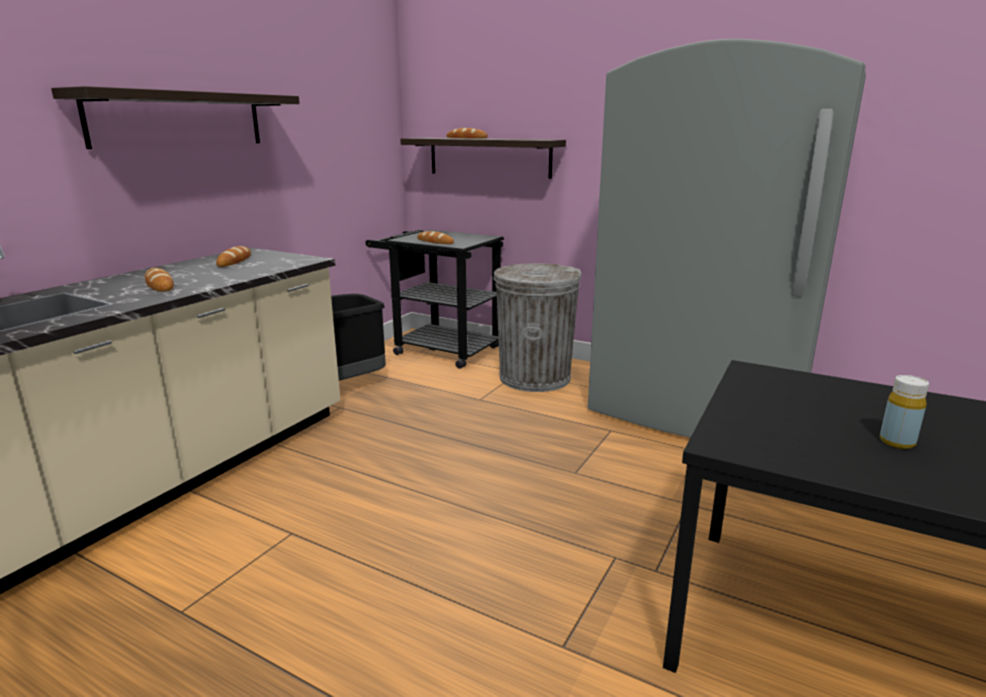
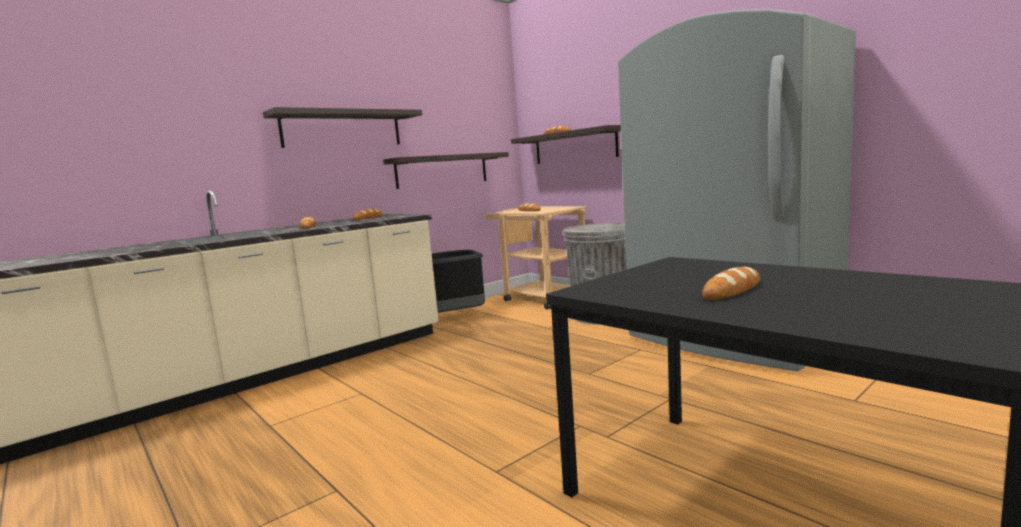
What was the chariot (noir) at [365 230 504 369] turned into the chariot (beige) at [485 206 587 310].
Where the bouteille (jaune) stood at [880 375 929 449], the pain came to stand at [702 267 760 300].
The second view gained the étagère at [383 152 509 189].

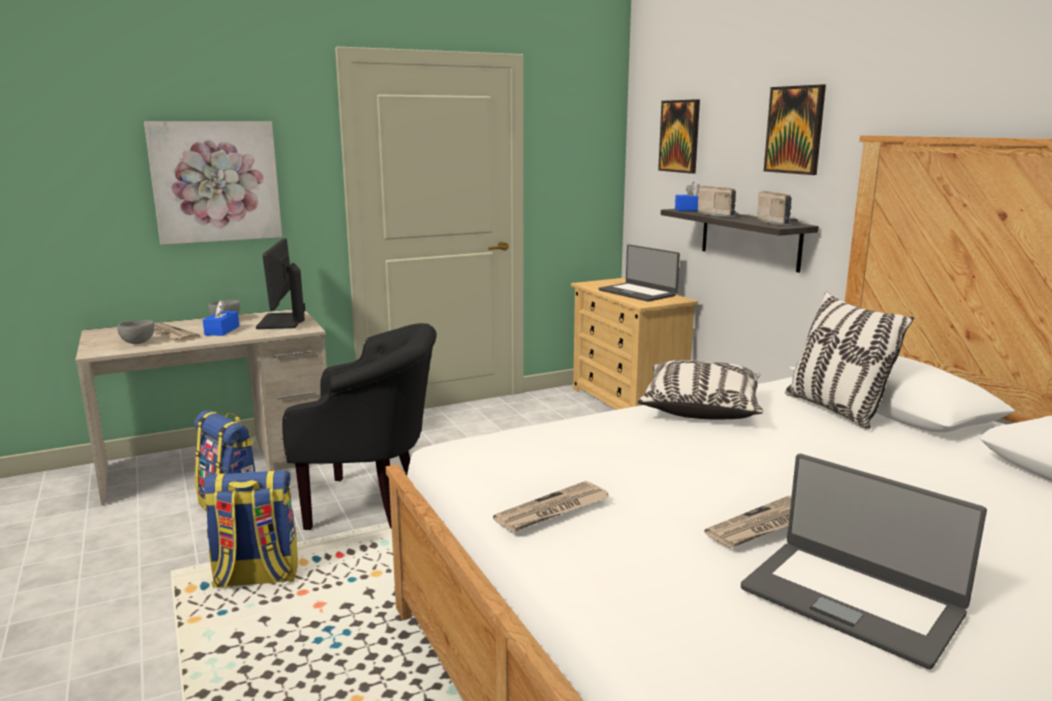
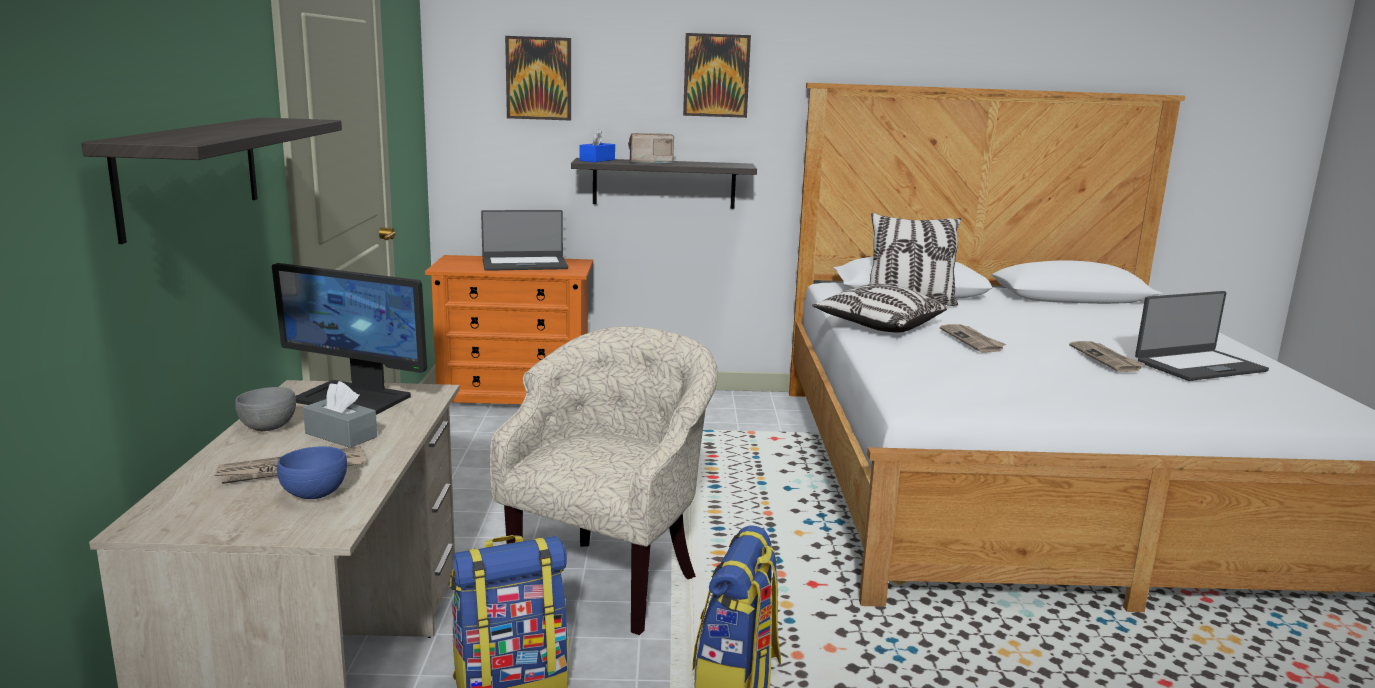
Where the tableau hung at [144 121 282 245], the étagère came to hang at [81 117 342 244].
The second view lost the radio at [757 191 802 225].
What was the commode (beige) at [571 278 698 410] turned into the commode (orange) at [425 255 593 404].
What was the boîte à mouchoirs (bleu) at [203 300 239 336] turned into the boîte à mouchoirs (gris) at [303 381 377 448].
What was the bol (gris) at [117 320 154 344] turned into the bol (bleu) at [277 447 347 499].
What was the fauteuil (noir) at [282 323 437 530] turned into the fauteuil (beige) at [490 326 718 635].
The journal ended up elsewhere, having gone from [493 481 609 533] to [940 324 1006 352].

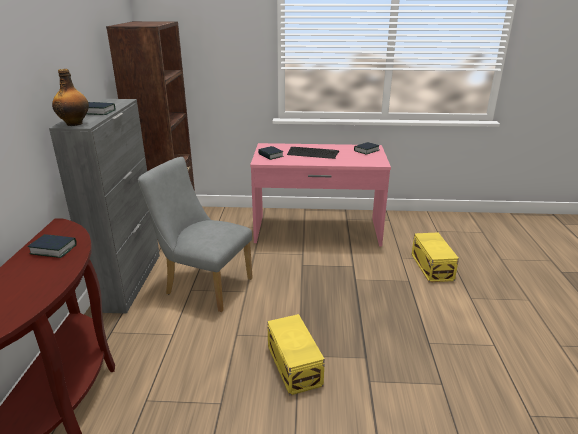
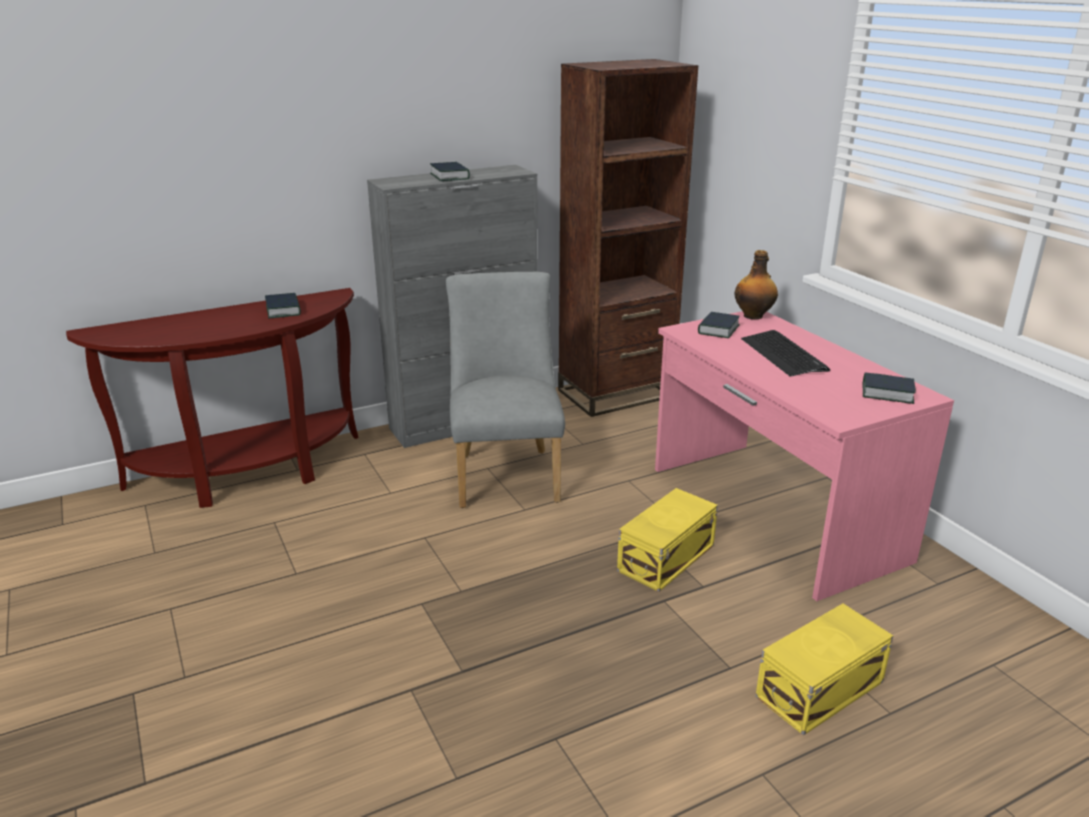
The bouteille ended up elsewhere, having gone from [52 69 89 126] to [735 250 778 320].
The boîte de rangement (jaune) ended up elsewhere, having gone from [267 314 325 396] to [617 488 718 592].

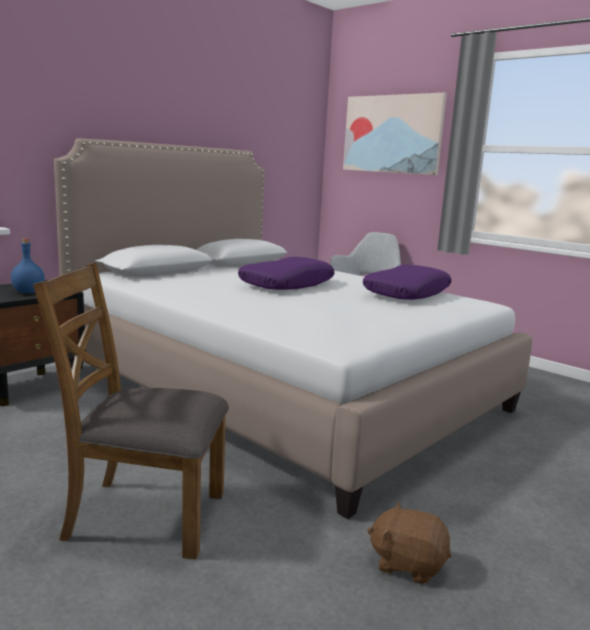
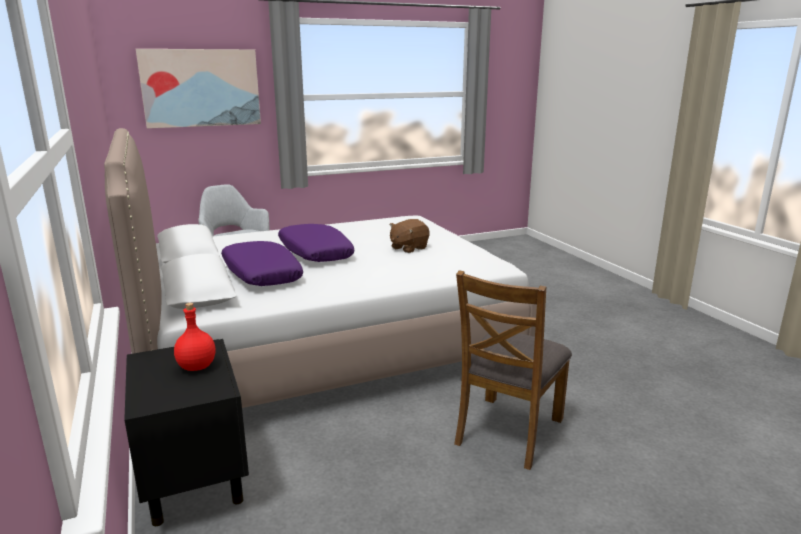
What was the bouteille (bleu) at [11 239 45 293] turned into the bouteille (rouge) at [174 303 216 371].
The coussin (violet) ended up elsewhere, having gone from [363 265 451 300] to [221 241 303 286].
The peluche (marron) ended up elsewhere, having gone from [367 502 451 584] to [389 219 430 253].

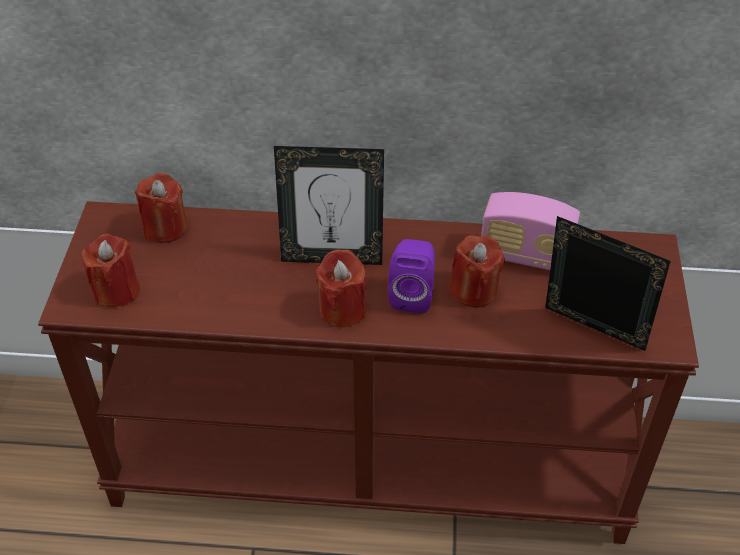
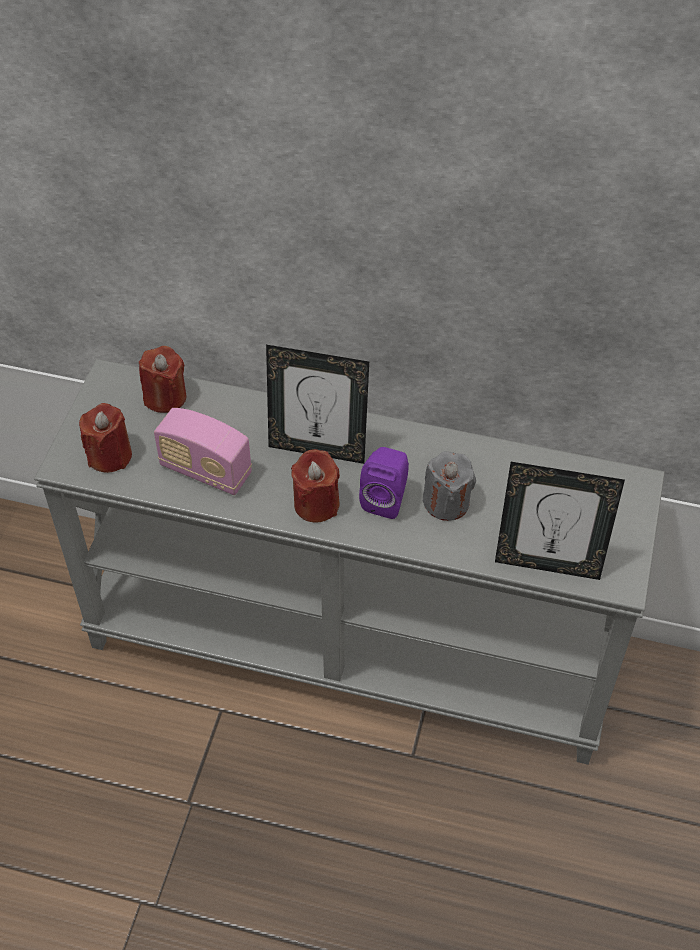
The radio ended up elsewhere, having gone from [481 192 580 270] to [154 408 252 495].
What was the table console (marron) at [38 201 699 544] turned into the table console (gris) at [34 359 665 765].
The cadre photo at [545 216 671 351] ended up facing another way, 150 degrees clockwise from before.
What was the bougie (rouge) at [449 235 505 308] turned into the bougie (gris) at [422 451 476 521].

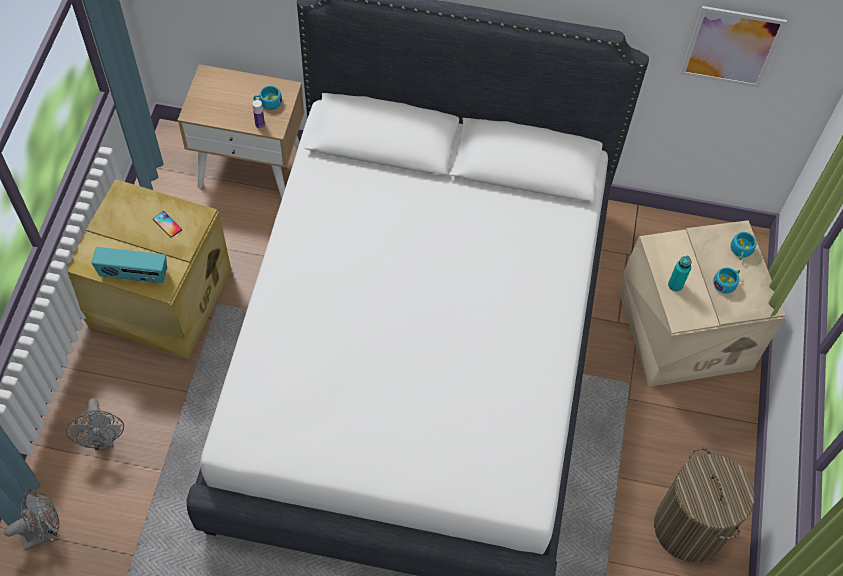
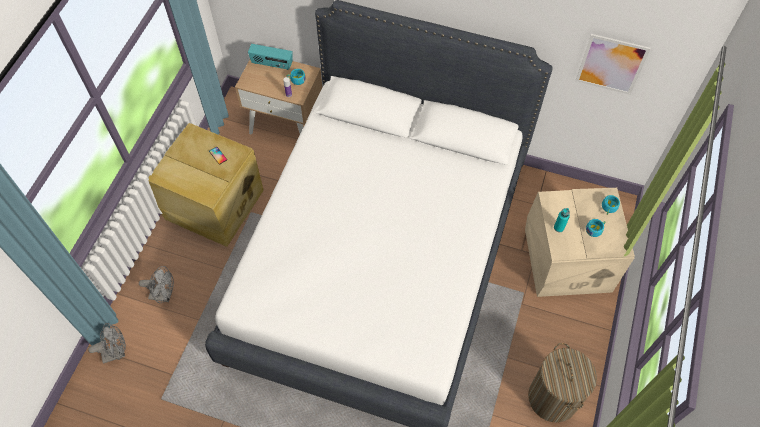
The radio ended up elsewhere, having gone from [92 247 167 283] to [248 44 293 70].
The ventilateur (gris) at [66 398 124 451] ended up facing another way, 75 degrees counterclockwise from before.

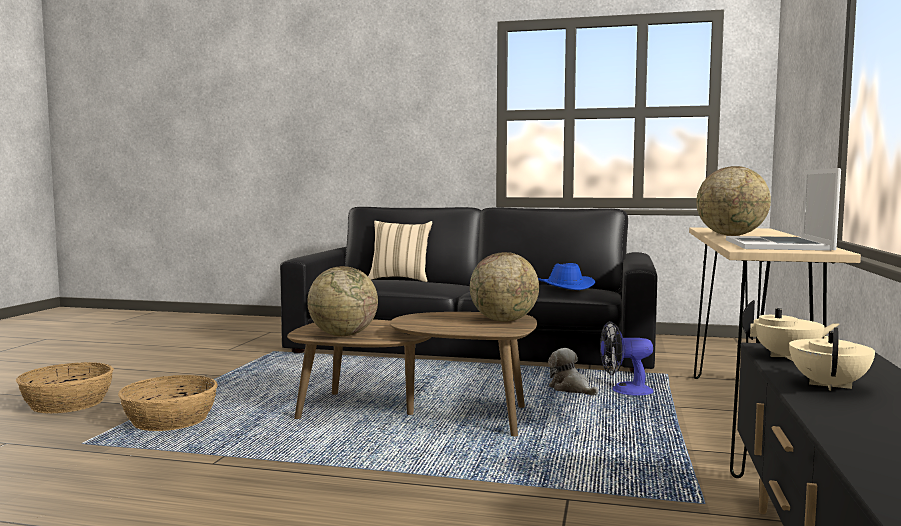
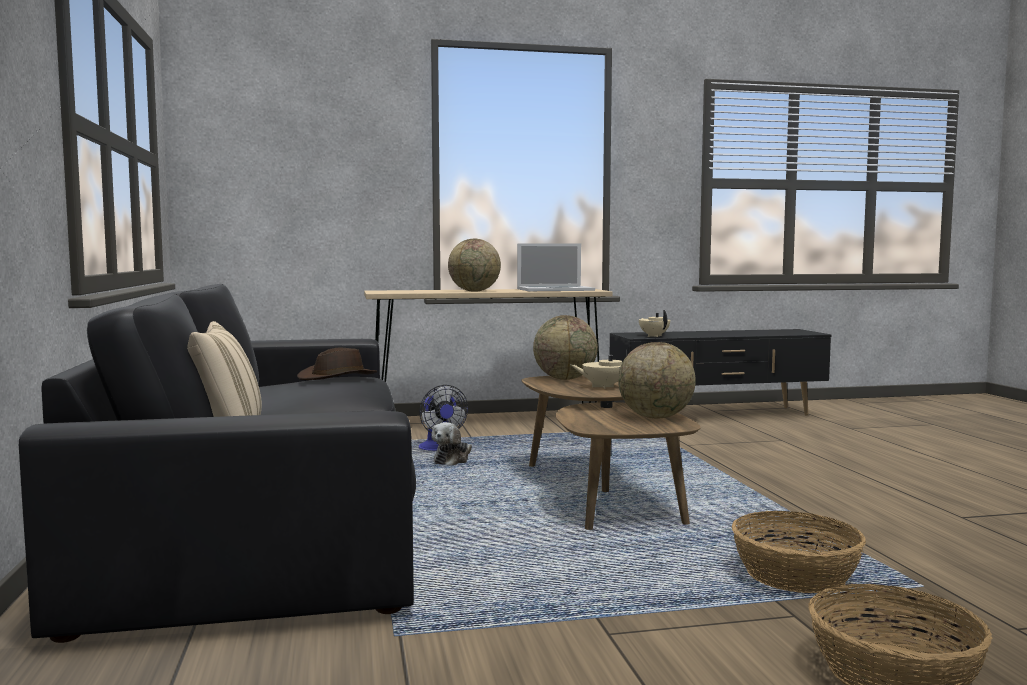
What was the chapeau (bleu) at [538 263 595 290] turned into the chapeau (marron) at [297 348 377 380].
The théière (beige) ended up elsewhere, having gone from [789 328 875 391] to [571 350 630 389].

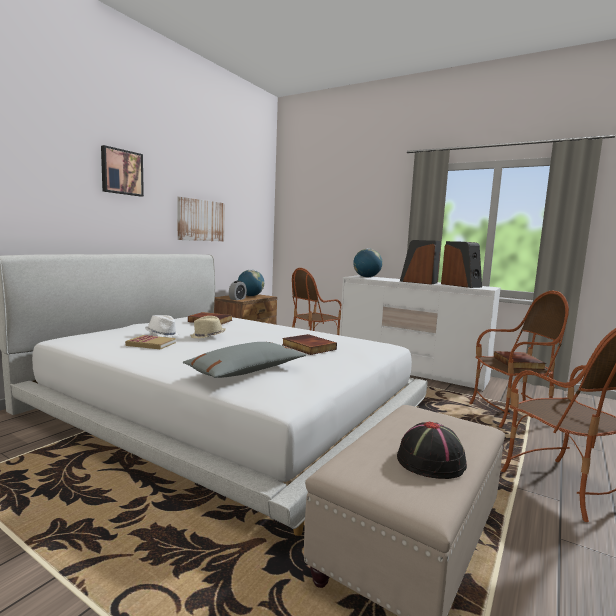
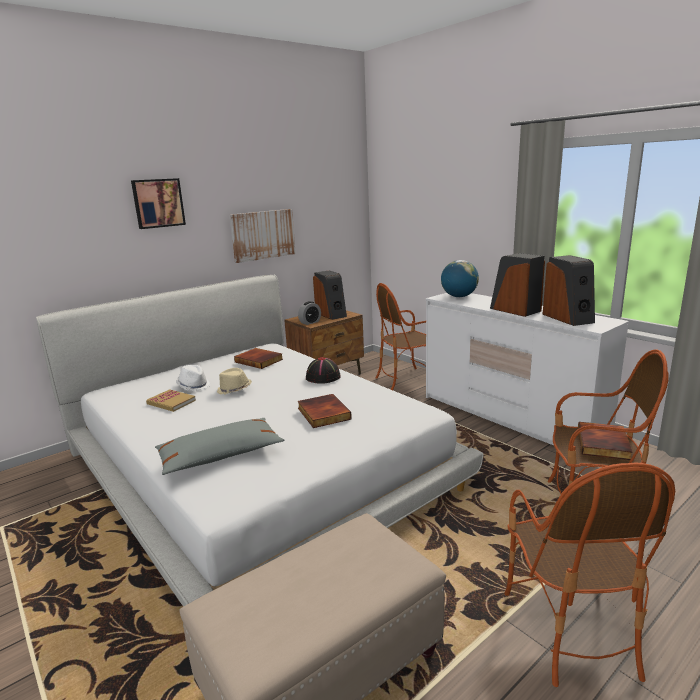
Where the globe stood at [238 270 264 296], the enceinte came to stand at [313 271 347 320].
The chapeau (noir) ended up elsewhere, having gone from [397 421 467 479] to [306 357 341 384].

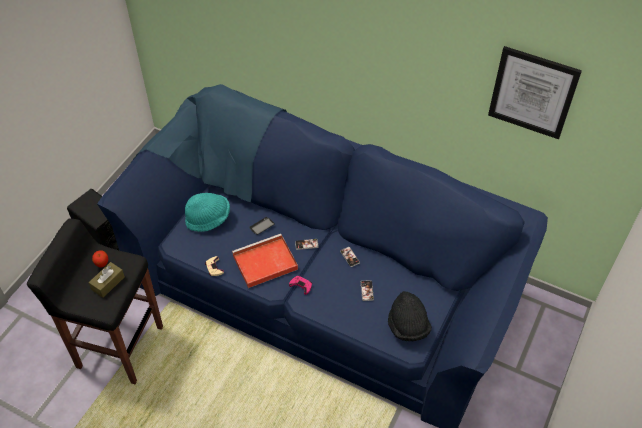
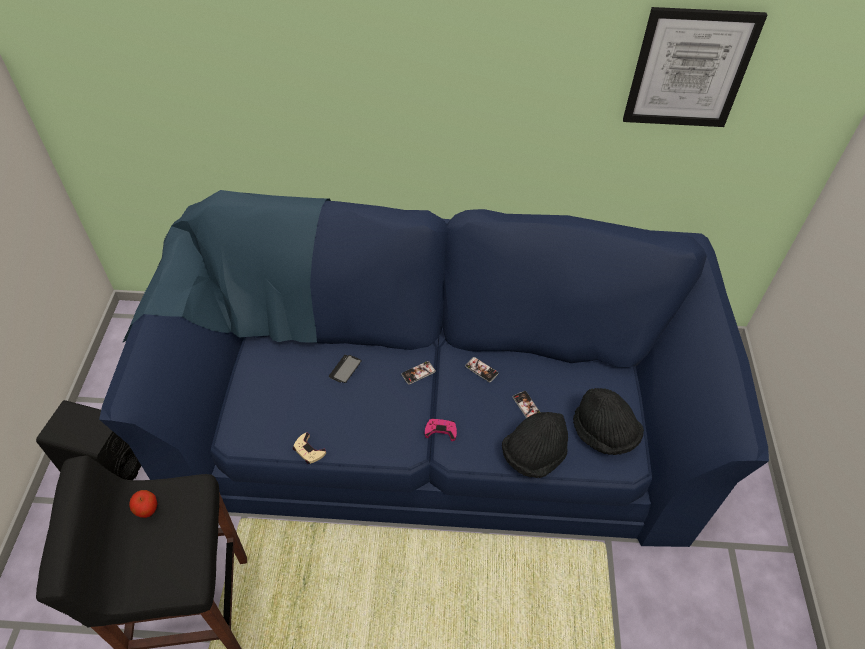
The second view lost the chapeau (turquoise) at [185 193 230 232].
The second view lost the plateau (rouge) at [232 234 298 288].
The second view lost the boîte à mouchoirs (marron) at [89 262 125 298].
The second view gained the chapeau (noir) at [502 412 568 478].

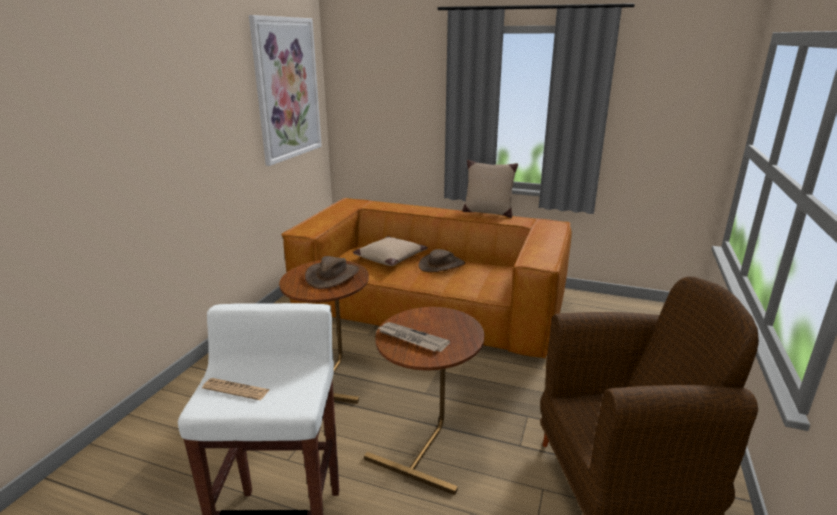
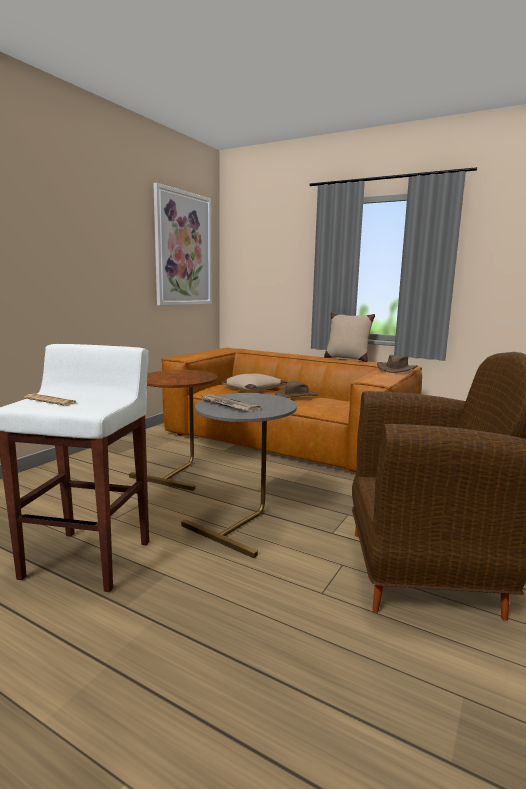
The chapeau (marron) ended up elsewhere, having gone from [305 256 359 289] to [377 355 418 373].
What was the table d'appoint (marron) at [364 307 484 495] turned into the table d'appoint (gris) at [181 393 297 558].

